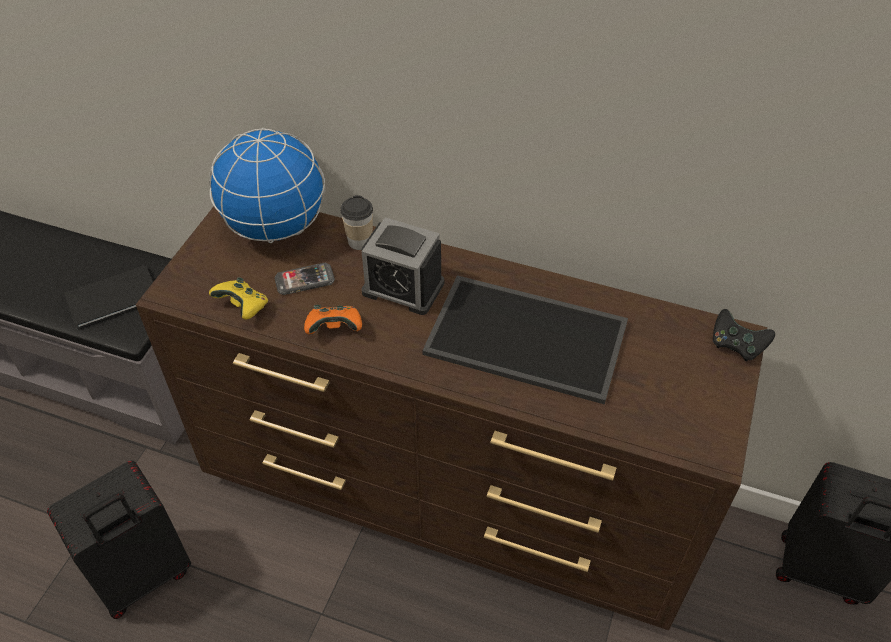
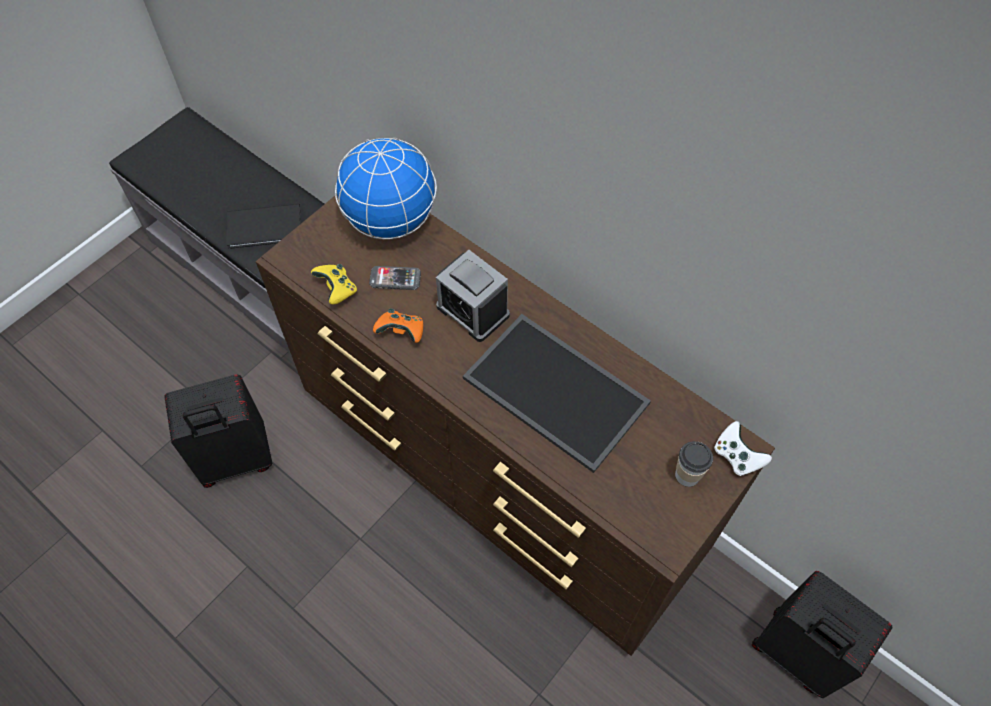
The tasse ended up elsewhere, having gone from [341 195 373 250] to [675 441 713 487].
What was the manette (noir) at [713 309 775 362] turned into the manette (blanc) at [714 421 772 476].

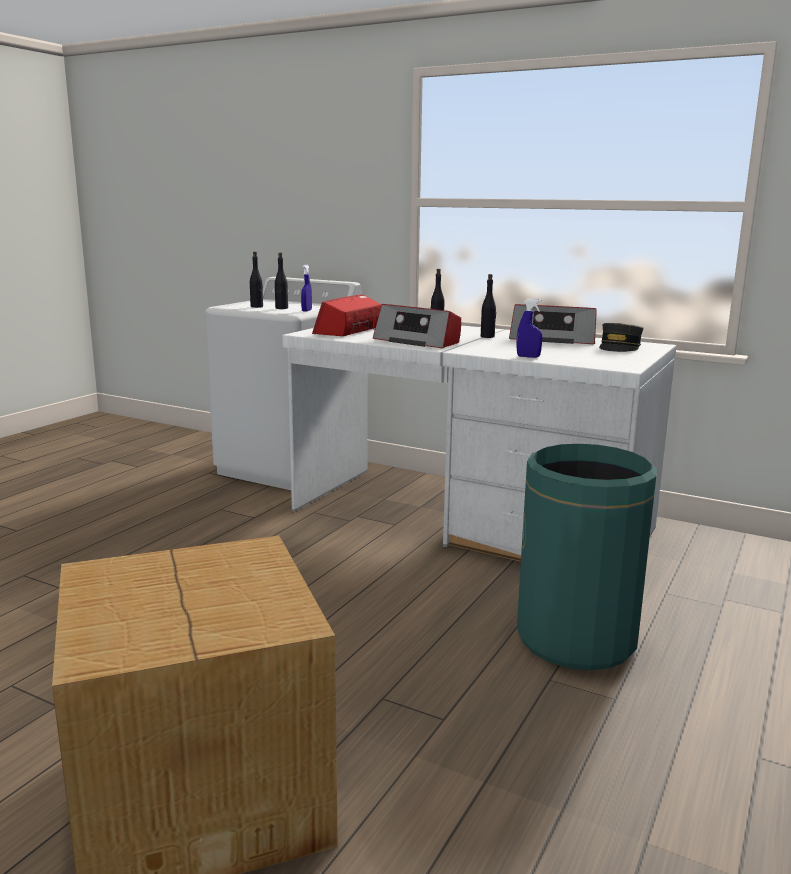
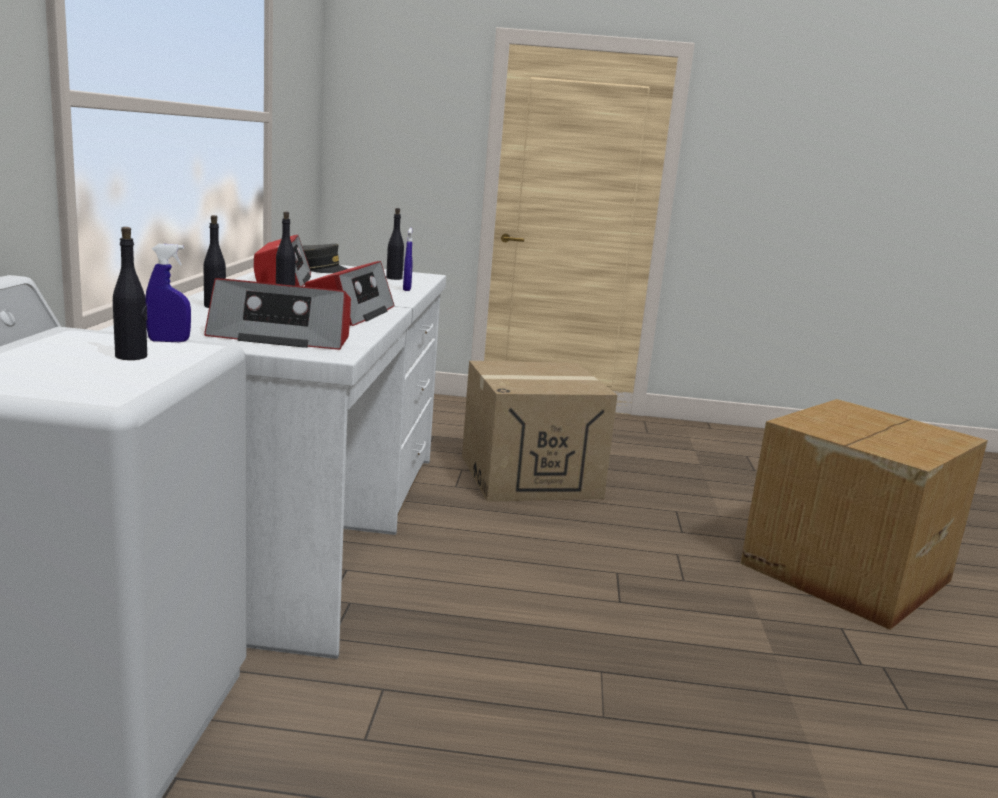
The bouteille (noir) ended up elsewhere, having gone from [250 252 263 308] to [386 208 404 280].
Where the poubelle (vert) stood at [517 444 657 670], the carton came to stand at [462 361 617 502].

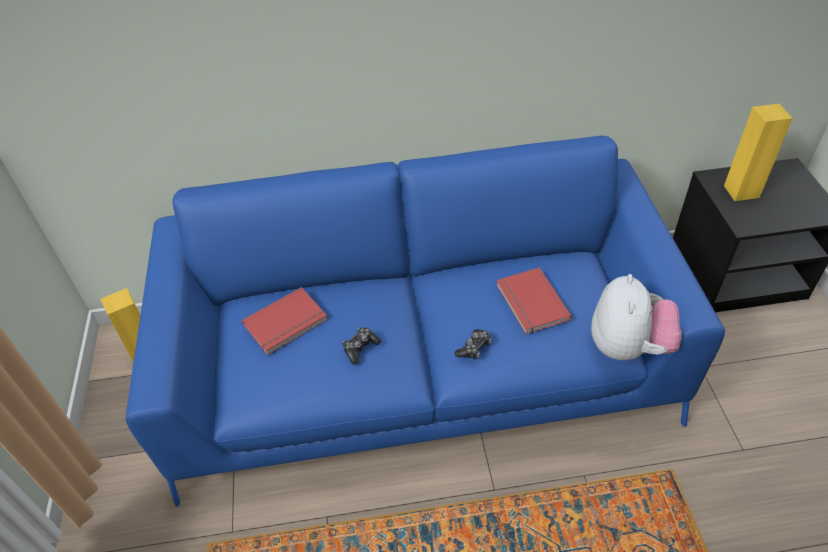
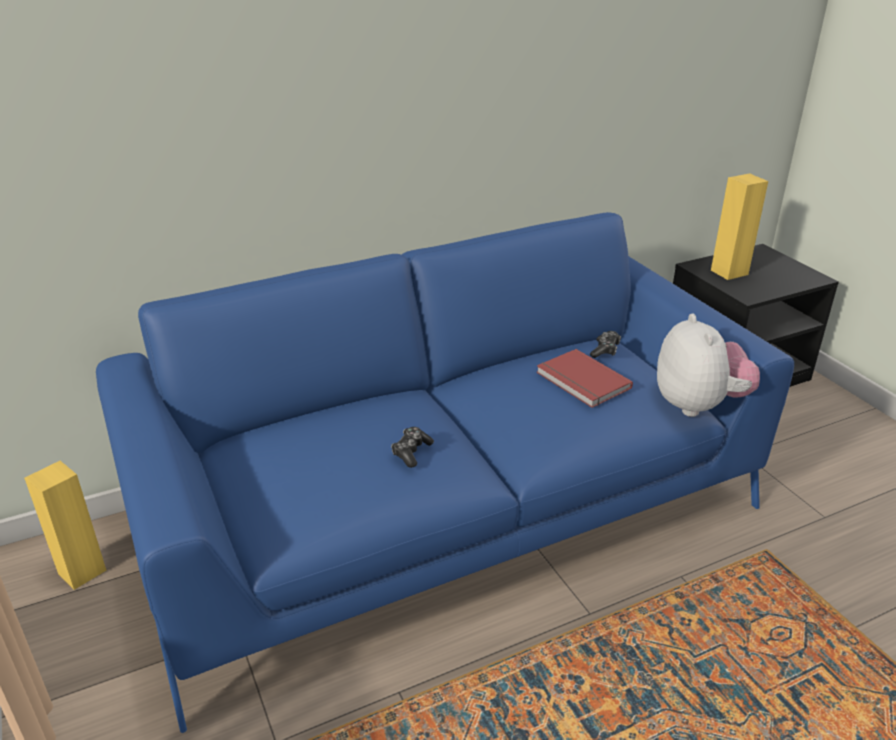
The second view lost the livre (rouge) at [242 287 328 355].
The manette ended up elsewhere, having gone from [455 329 492 359] to [590 331 621 358].

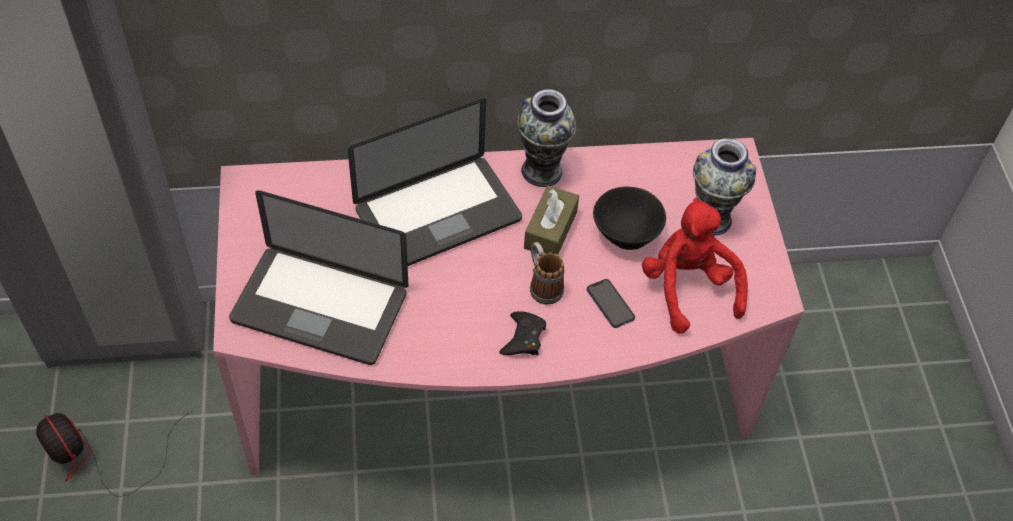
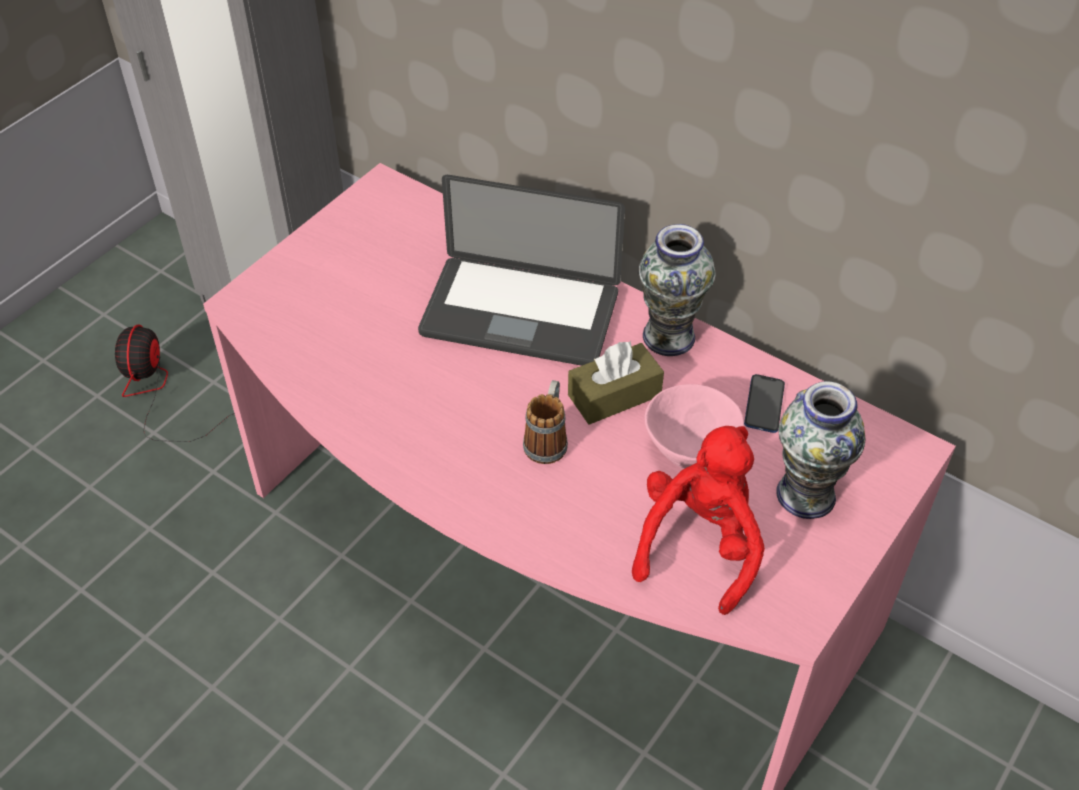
What was the bol (noir) at [593 186 666 250] turned into the bol (rose) at [645 384 744 469].
The second view lost the ordinateur portable at [229 190 409 365].
The téléphone ended up elsewhere, having gone from [587 279 635 328] to [744 374 785 433].
The second view lost the manette (noir) at [499 311 546 355].

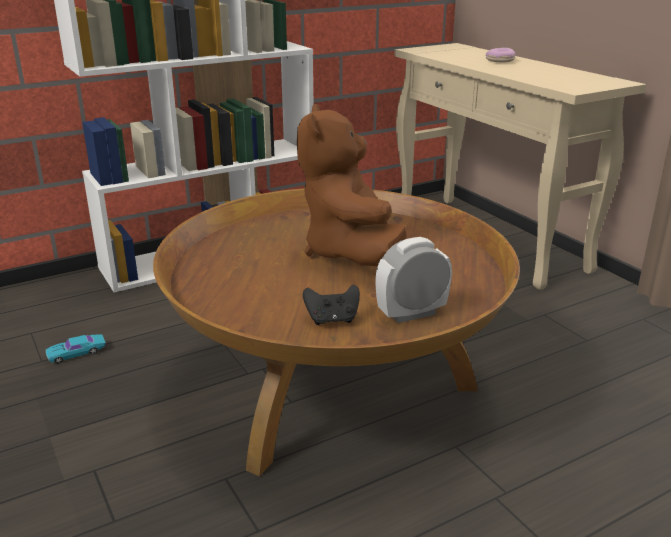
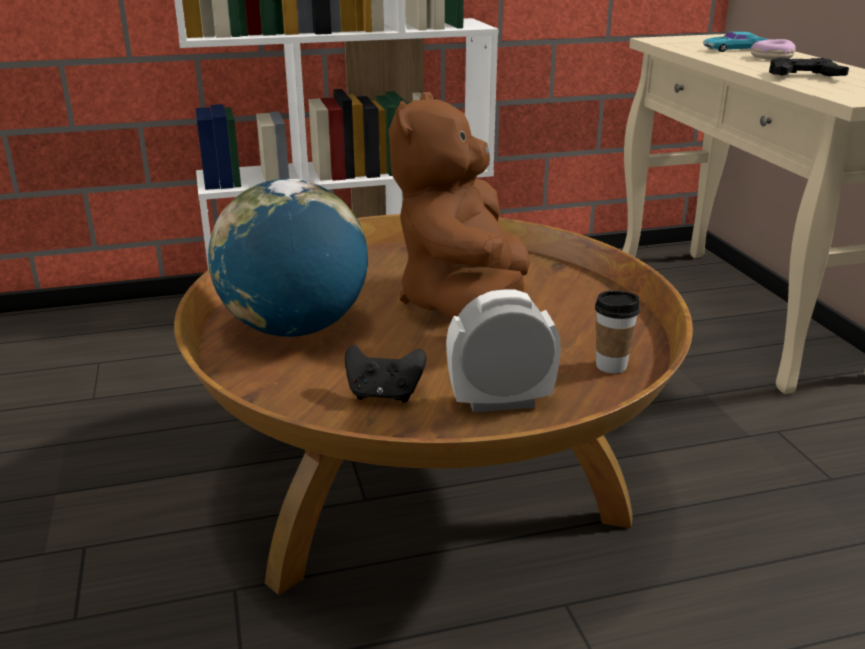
The petite voiture (turquoise) ended up elsewhere, having gone from [46 334 106 363] to [703 32 769 52].
The second view gained the manette (noir) at [769 57 849 76].
The second view gained the globe at [208 179 368 337].
The second view gained the tasse at [595 291 640 374].

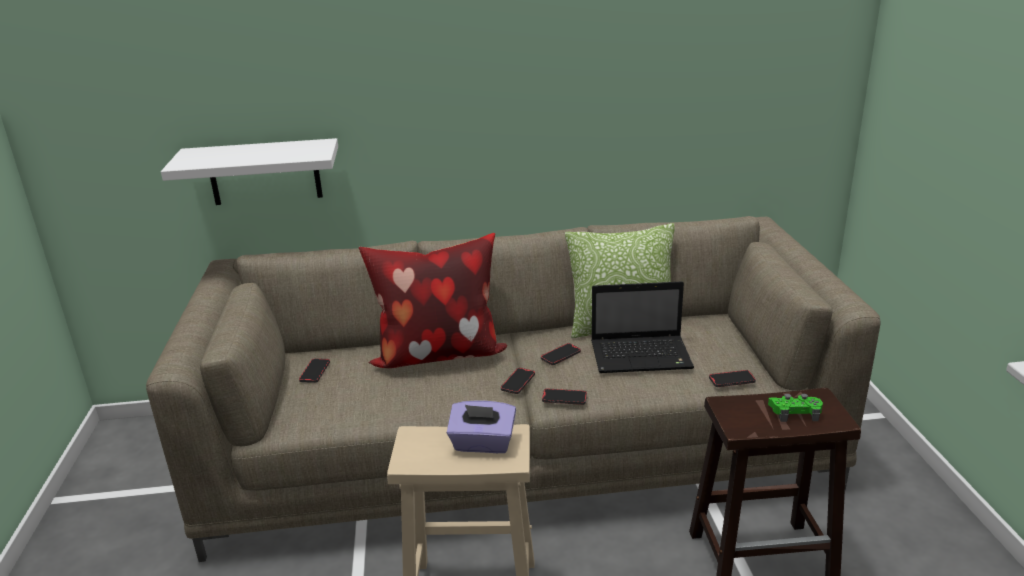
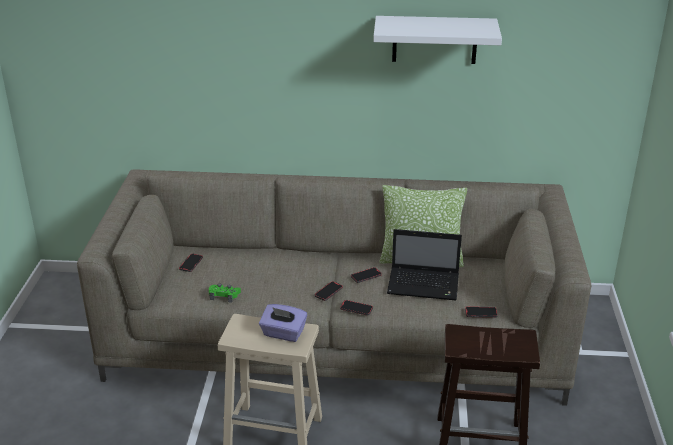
The étagère (blanc) ended up elsewhere, having gone from [161 138 338 205] to [373 16 502 64].
The second view lost the coussin at [359 233 507 368].
The manette (vert) ended up elsewhere, having gone from [768 394 823 422] to [209 284 241 303].

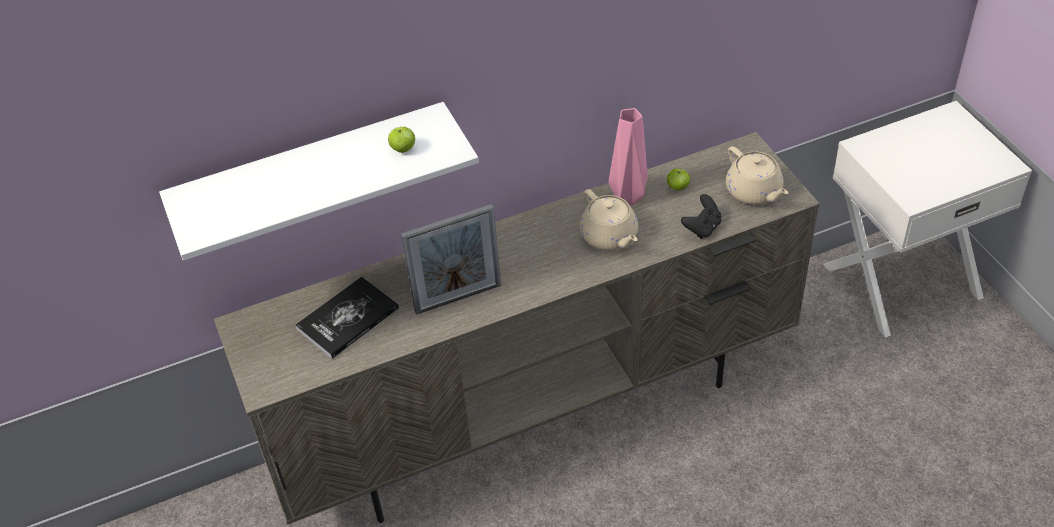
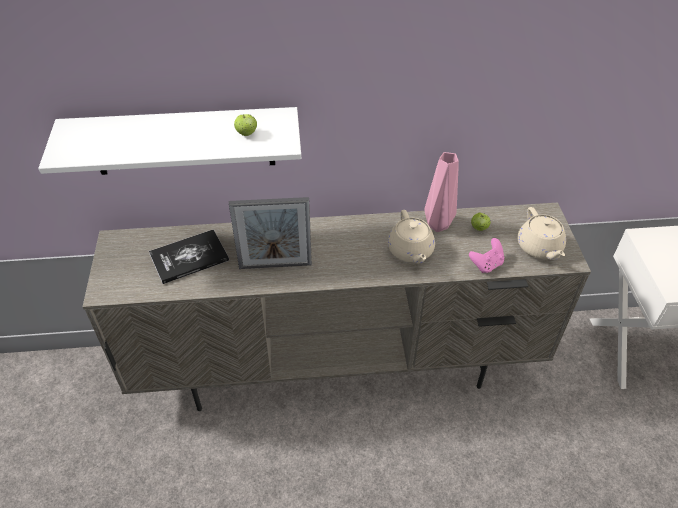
What was the manette (noir) at [681 194 721 239] turned into the manette (rose) at [469 238 504 273].

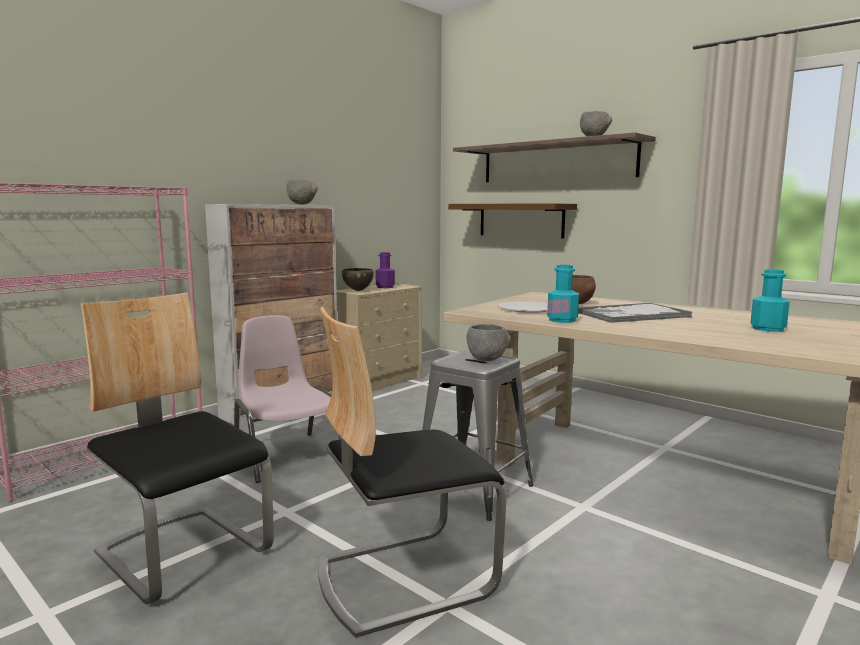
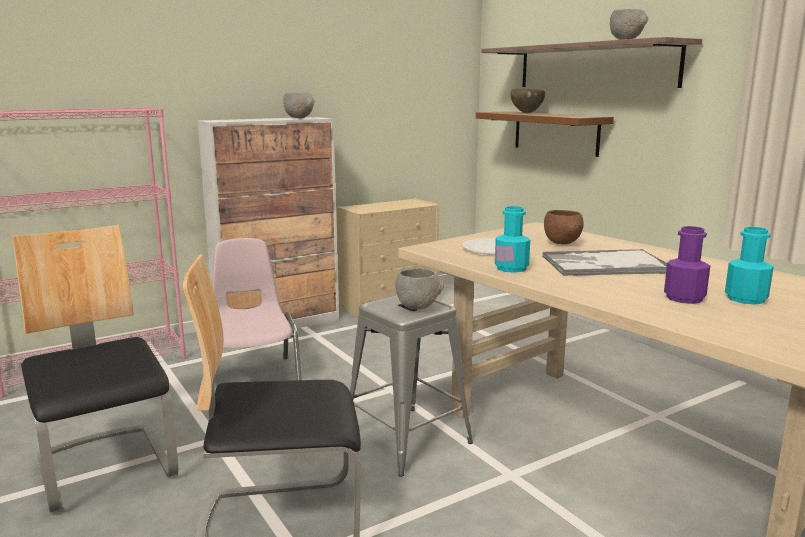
The bouteille (violet) ended up elsewhere, having gone from [375 252 395 288] to [664 226 711 304].
The bol (marron) ended up elsewhere, having gone from [342 268 374 291] to [511 89 545 113].

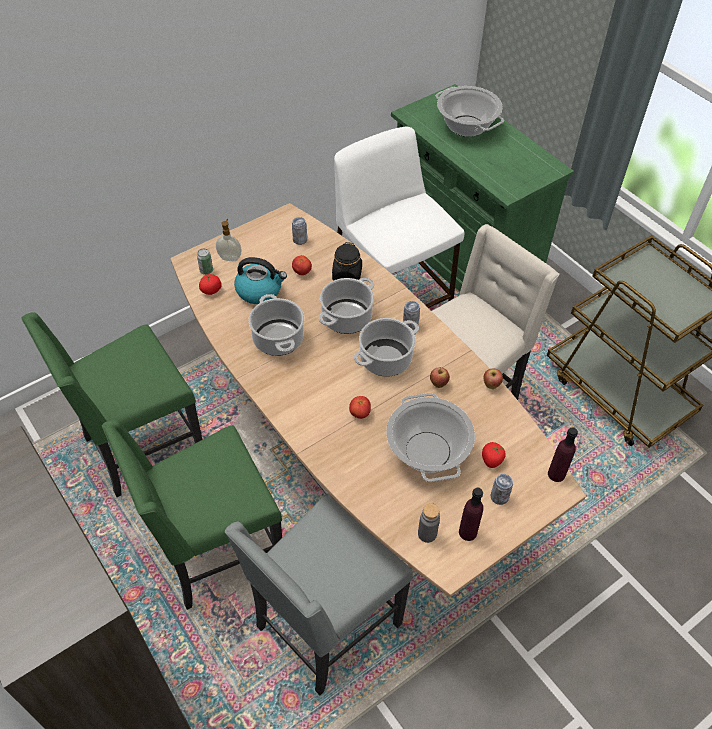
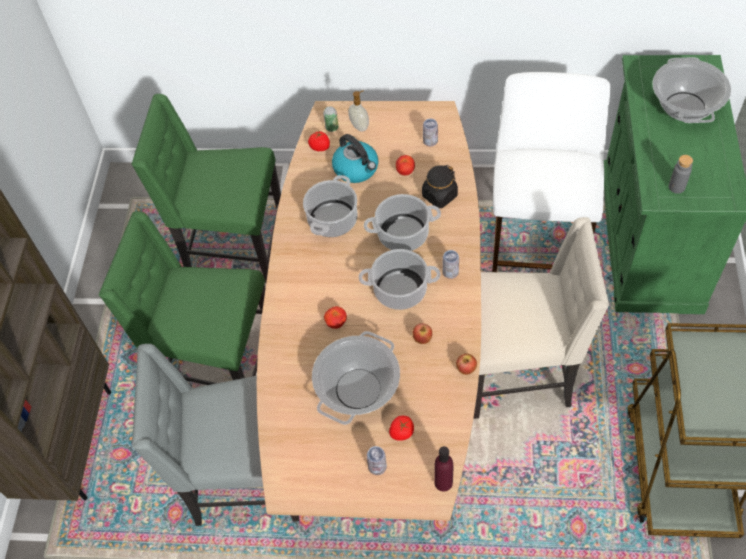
The second view lost the bouteille (violet) at [459 488 483 541].
The bouteille (gris) ended up elsewhere, having gone from [418 503 440 543] to [669 155 693 194].

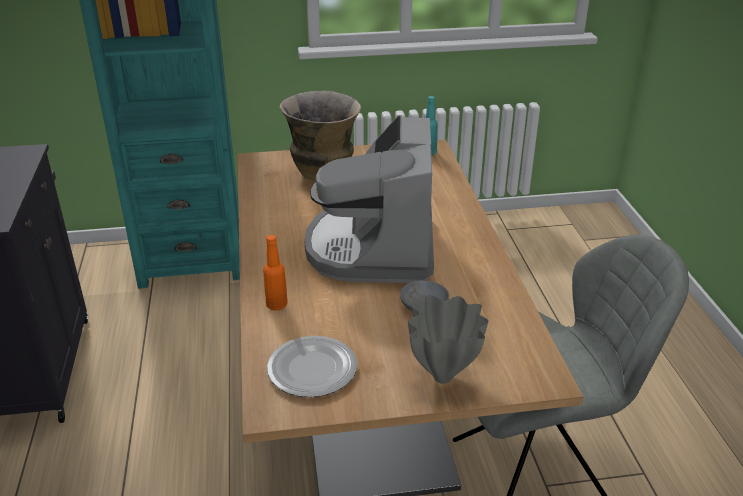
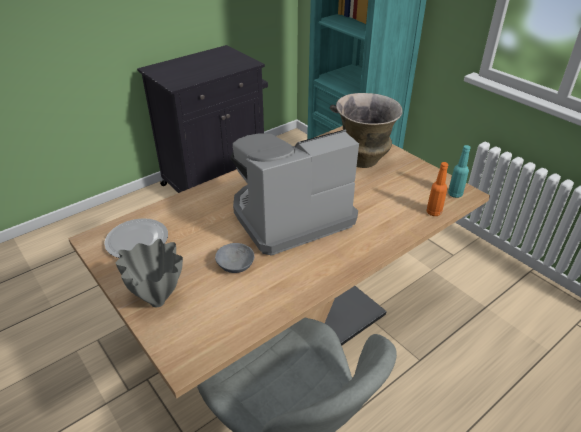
The bouteille (orange) ended up elsewhere, having gone from [263 235 288 311] to [426 162 448 216].

